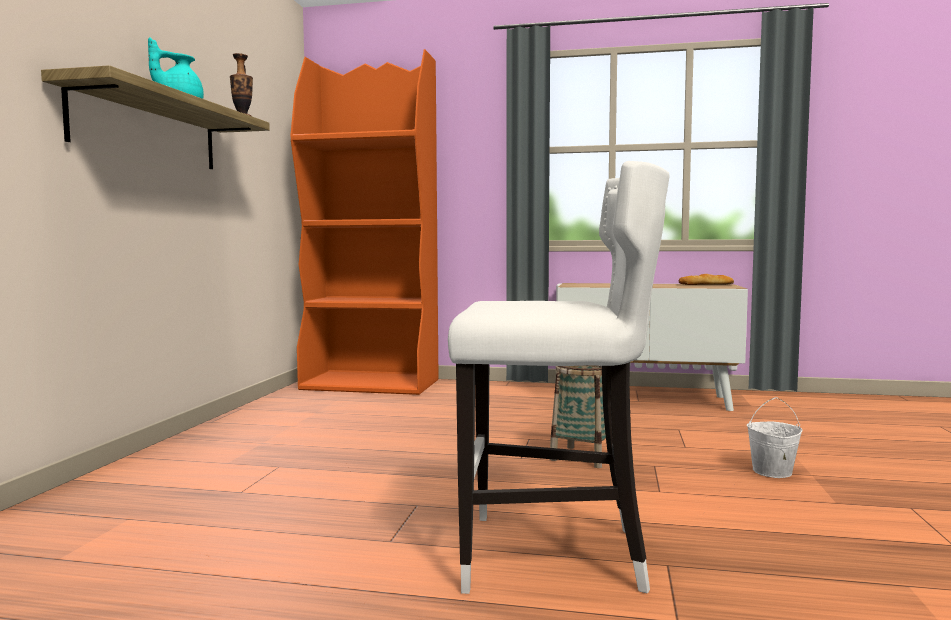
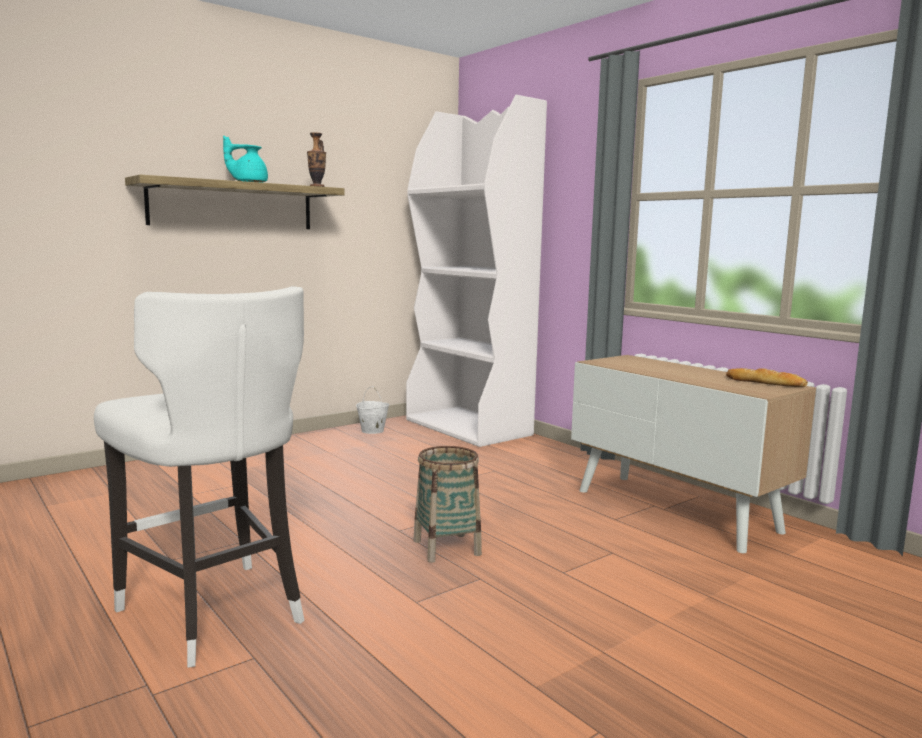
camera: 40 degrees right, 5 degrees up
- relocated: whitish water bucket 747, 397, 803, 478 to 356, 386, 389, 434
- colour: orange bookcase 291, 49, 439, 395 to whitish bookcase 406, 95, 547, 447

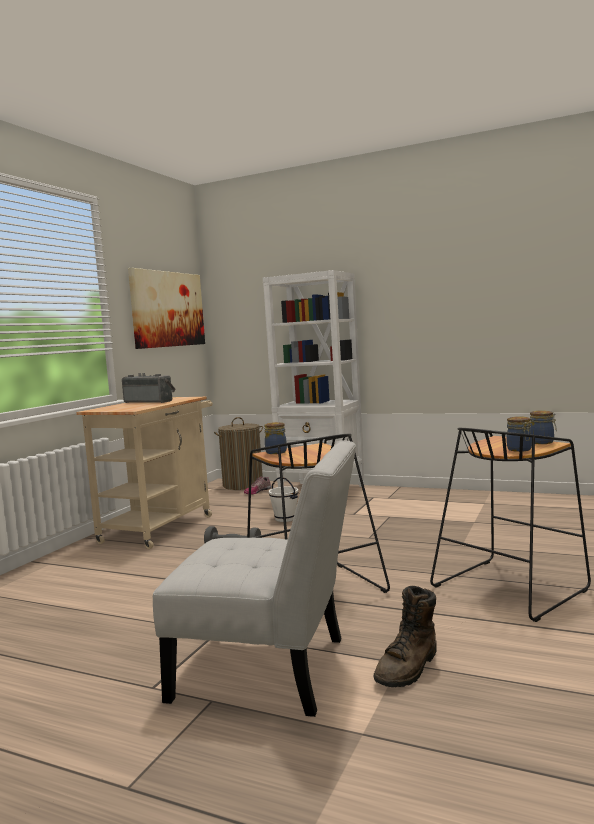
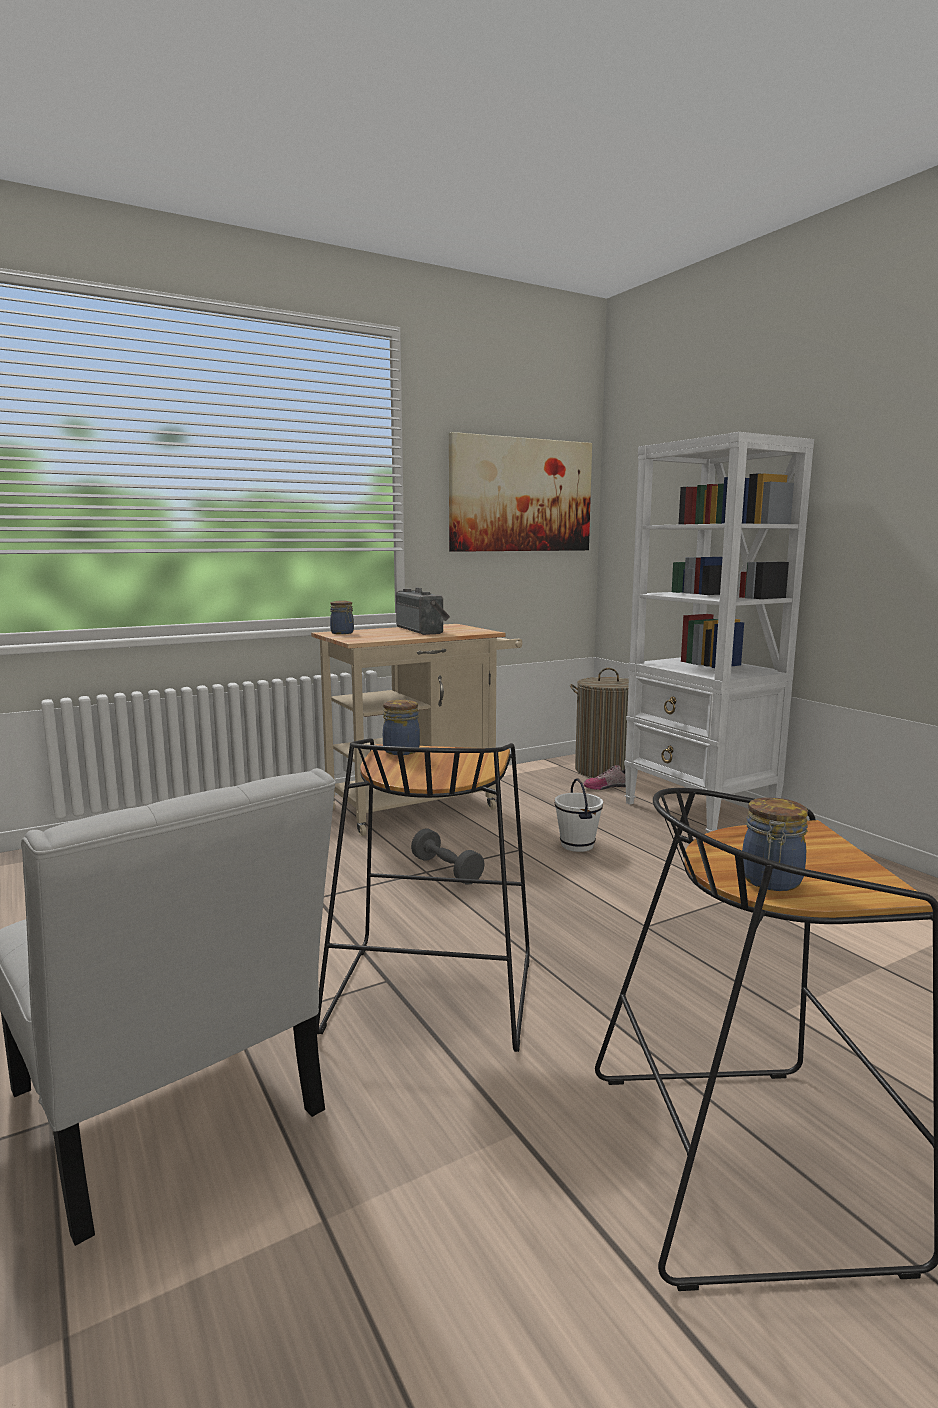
camera: 35 degrees right, 5 degrees up
- missing: brown-coloured boot 374, 586, 437, 687
- relocated: storage jar 530, 410, 557, 444 to 330, 601, 354, 634

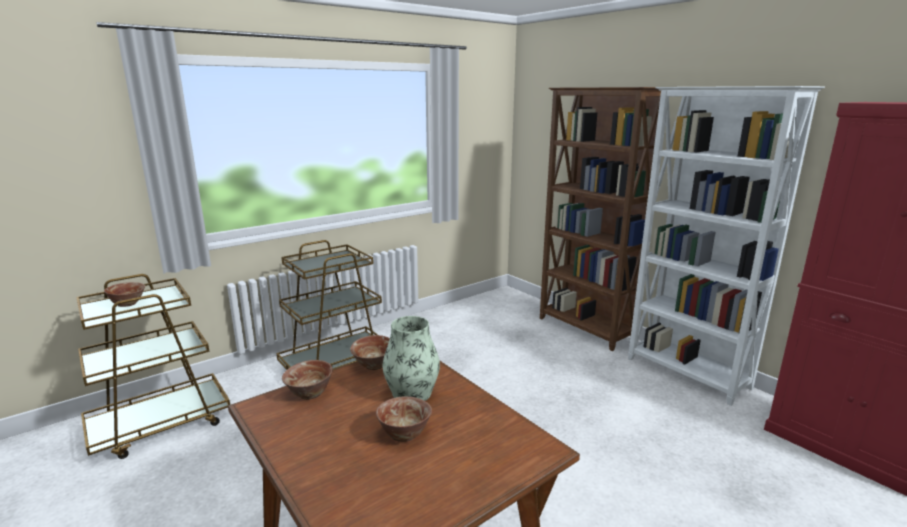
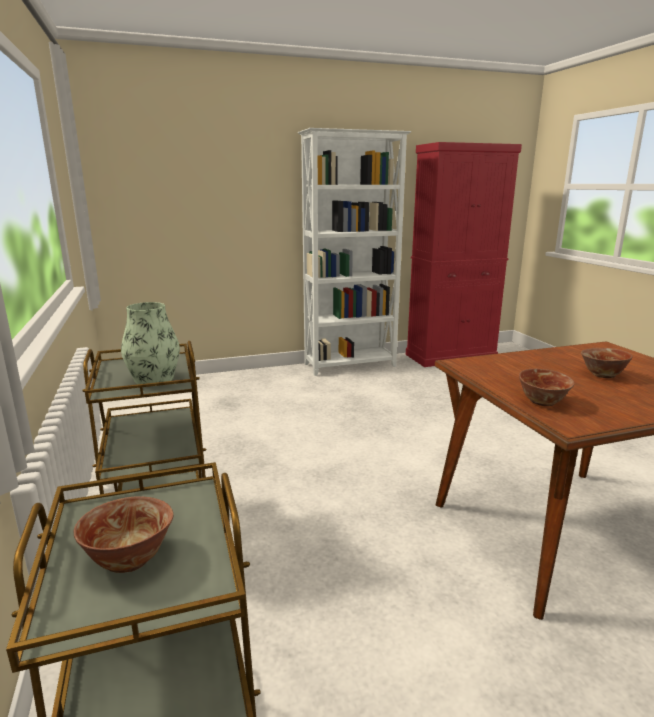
camera: 70 degrees left, 0 degrees up
- missing: deep dish 350, 335, 390, 370
- missing: brown-coloured bookcase 540, 87, 661, 351
- relocated: flower vase 382, 316, 440, 401 to 121, 302, 180, 384

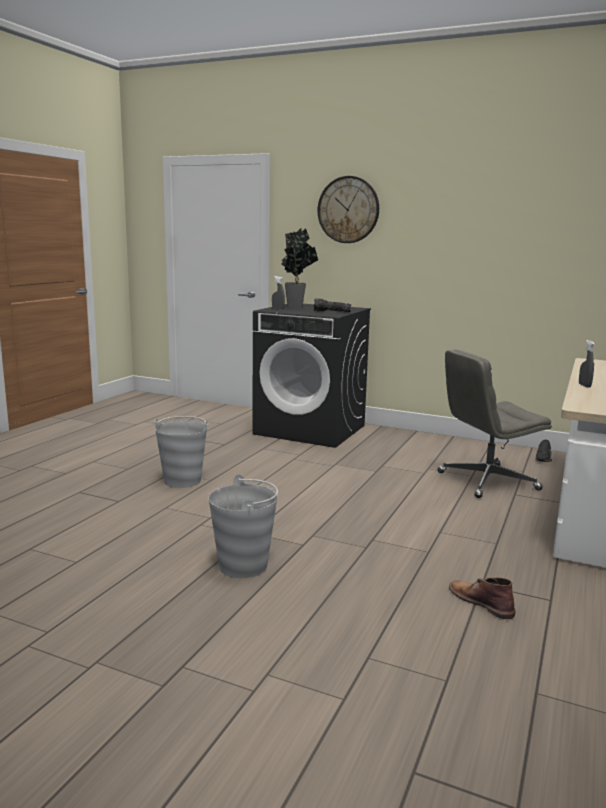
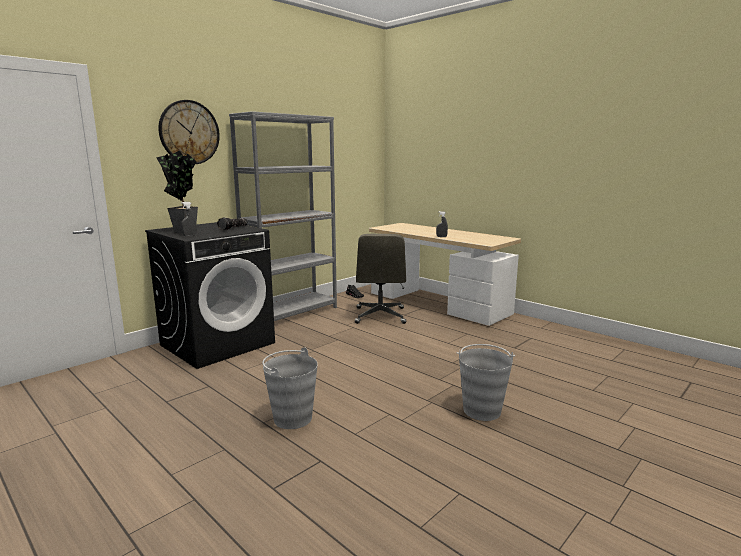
camera: 70 degrees left, 0 degrees up
- missing: brown-coloured boot 449, 577, 515, 619
- appeared: greyish bookcase 229, 111, 337, 321

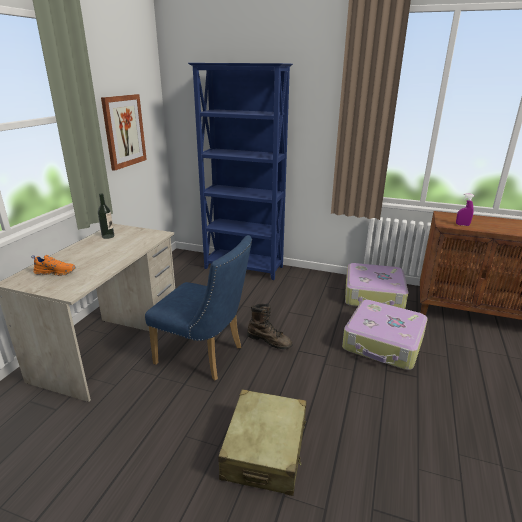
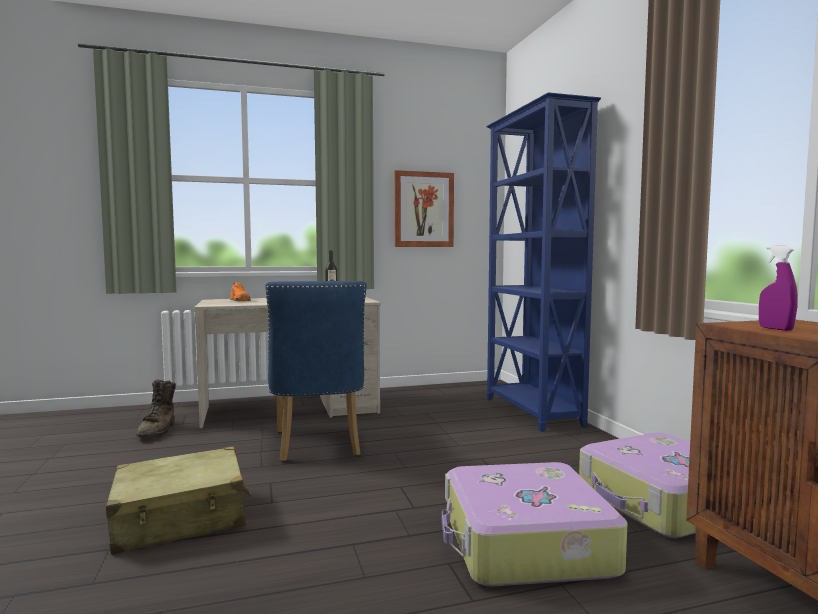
camera: 55 degrees right, 20 degrees down
- relocated: brown-coloured boot 247, 303, 292, 349 to 136, 379, 176, 437

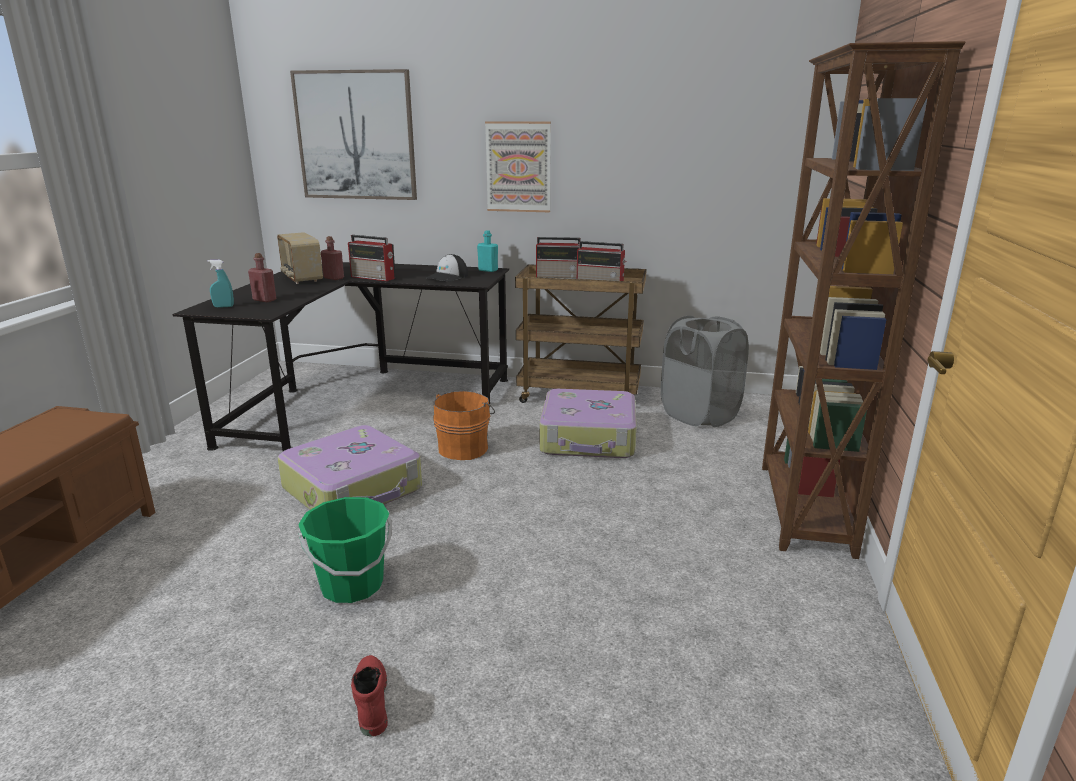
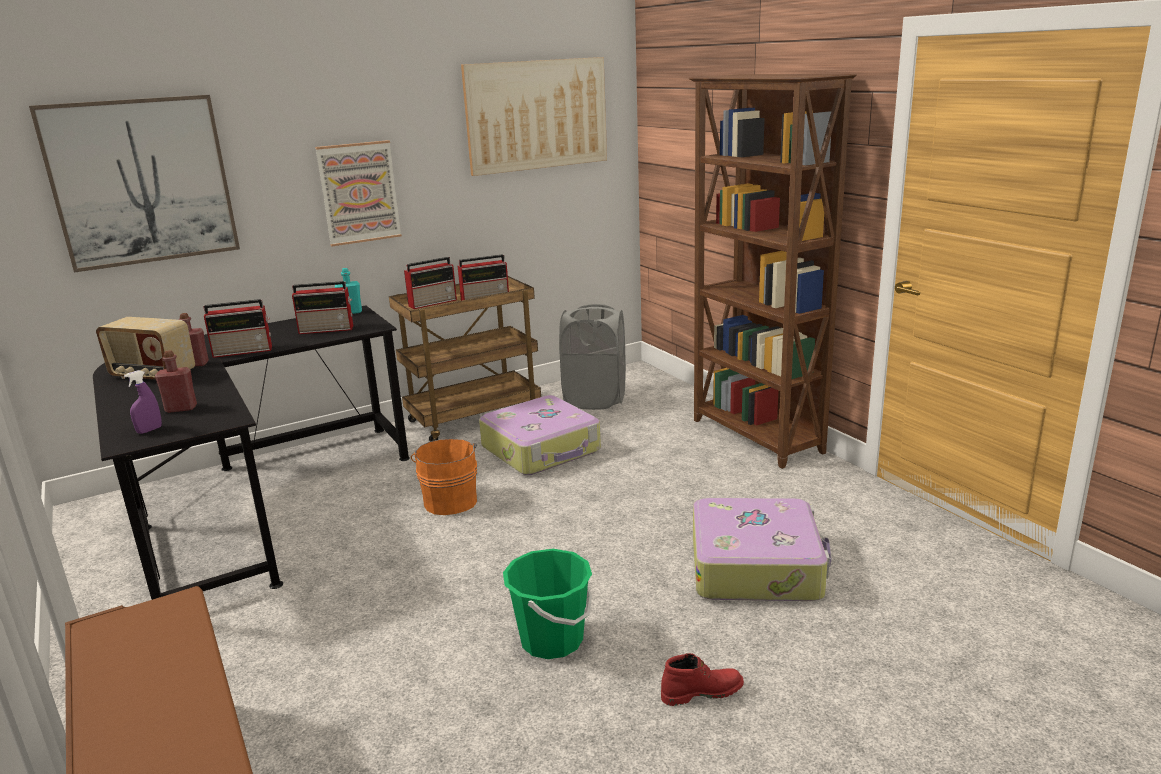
camera: 40 degrees left, 0 degrees up
- appeared: picture 461, 57, 607, 176
- relocated: suitcase 277, 425, 422, 510 to 693, 498, 831, 601
- exchanged: cap 426, 254, 468, 282 to radio set 292, 281, 353, 334
- colour: turquoise-coloured sprayer 207, 260, 234, 308 to purplish sprayer 124, 370, 162, 434
- spun: reddish boot 351, 655, 388, 736 = 661, 653, 744, 706 135 degrees clockwise

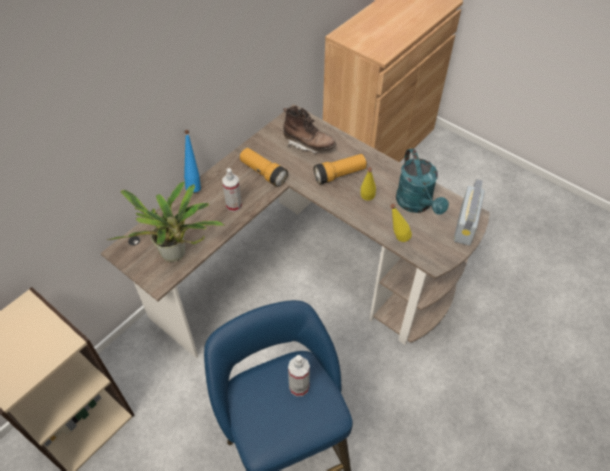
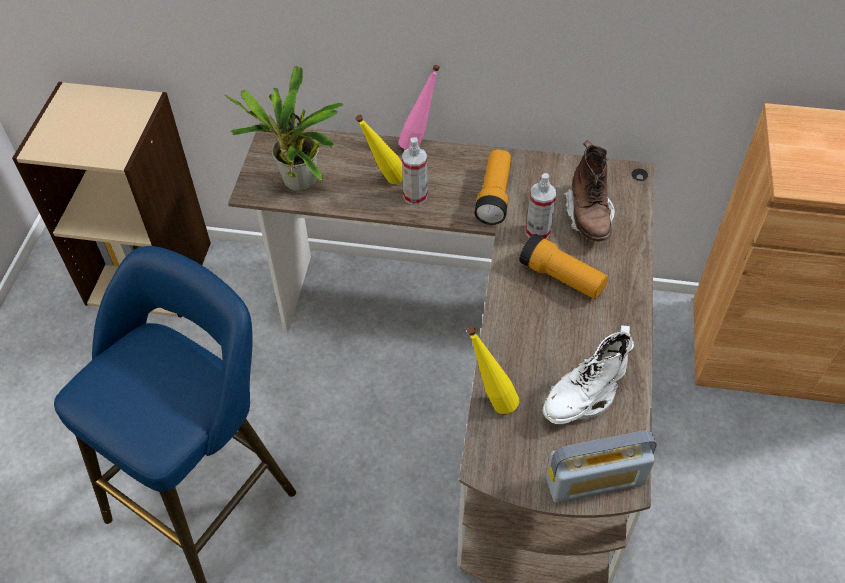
camera: 60 degrees right, 0 degrees up
- relocated: sprayer 288, 355, 310, 397 to 526, 173, 556, 239
- relocated: yellow-coloured drink bottle 361, 167, 376, 201 to 355, 115, 403, 184
- exchanged: turquoise-coloured watering can 396, 148, 449, 214 to whitish boot 543, 326, 634, 424
- colour: blue-coloured drink bottle 184, 130, 201, 193 to pink drink bottle 398, 65, 440, 150

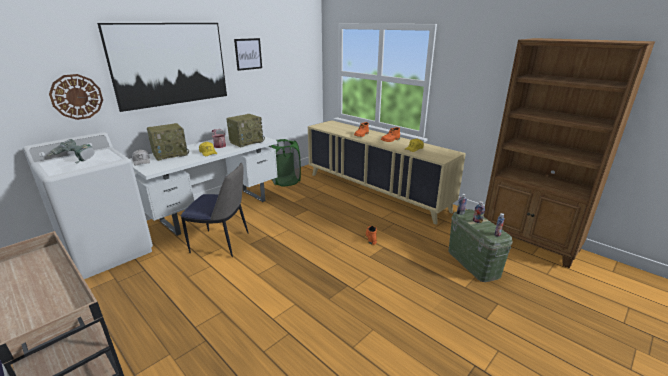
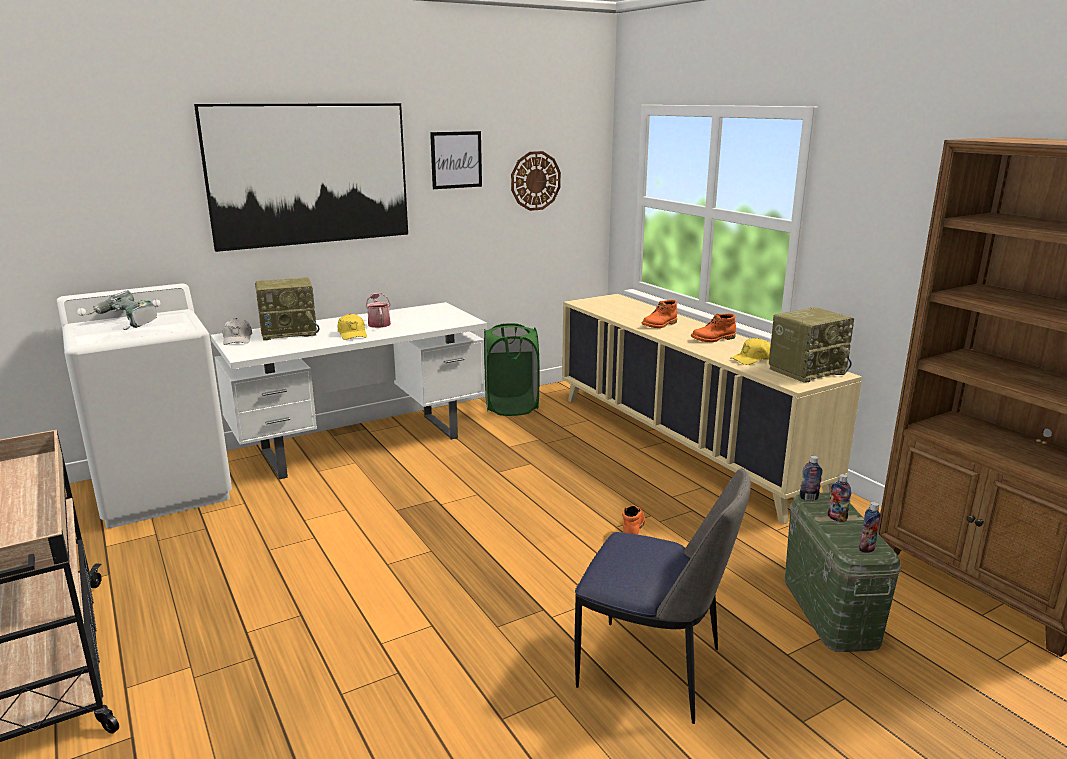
camera: 15 degrees right, 5 degrees down
- relocated: wall clock 49, 74, 103, 120 to 511, 151, 561, 211
- relocated: chair 181, 163, 249, 257 to 574, 468, 751, 724
- relocated: radio set 226, 114, 265, 147 to 769, 307, 854, 383

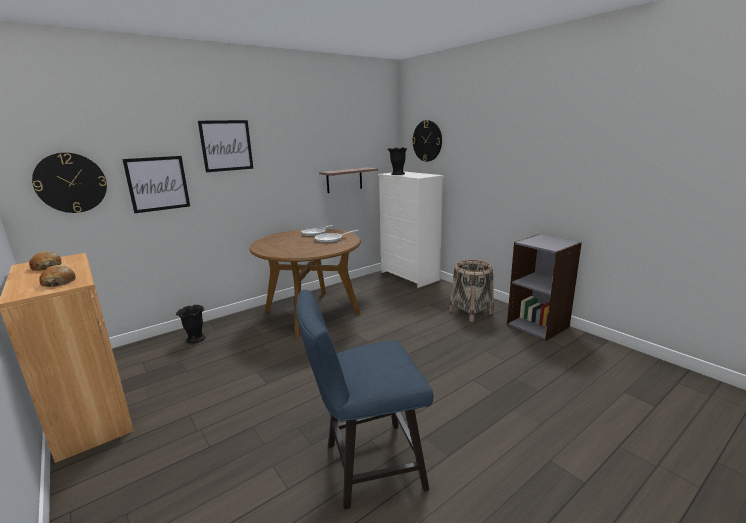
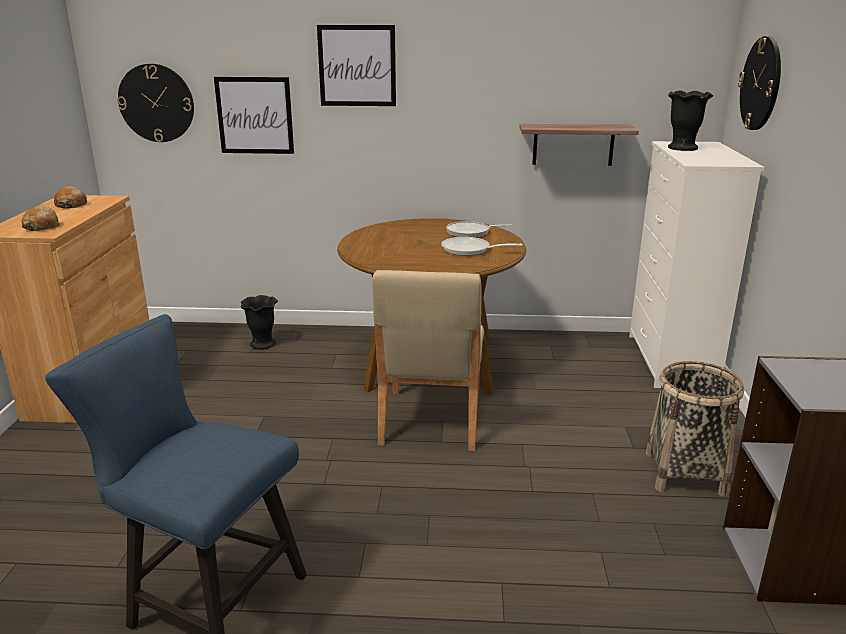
camera: 40 degrees right, 5 degrees up
- appeared: beige chair 372, 270, 484, 451

